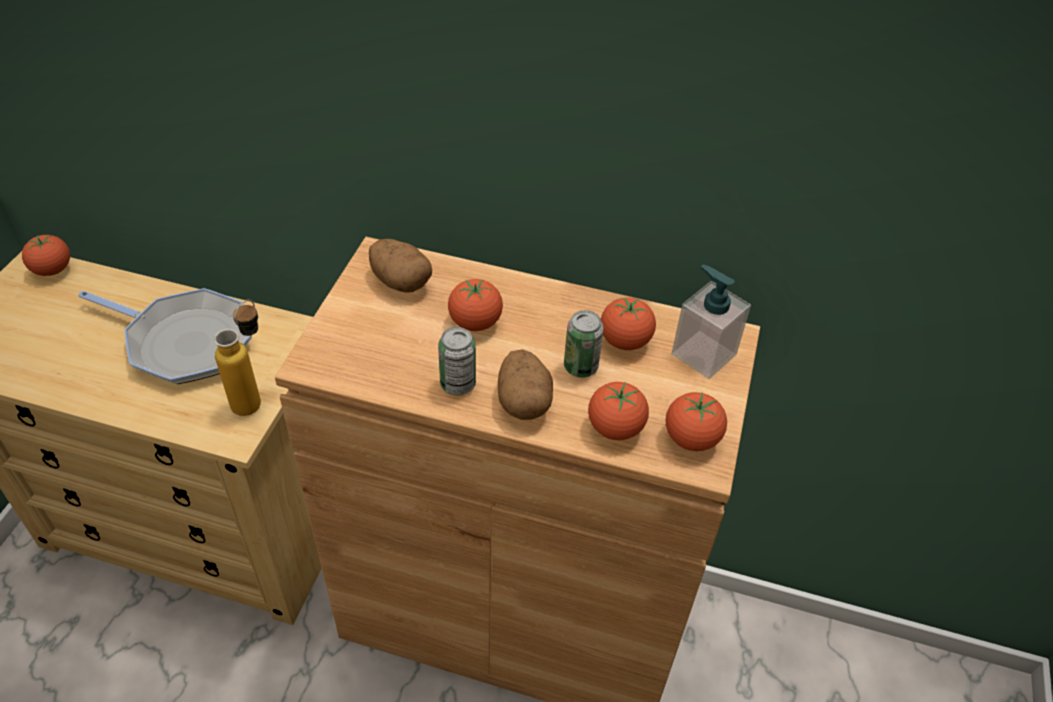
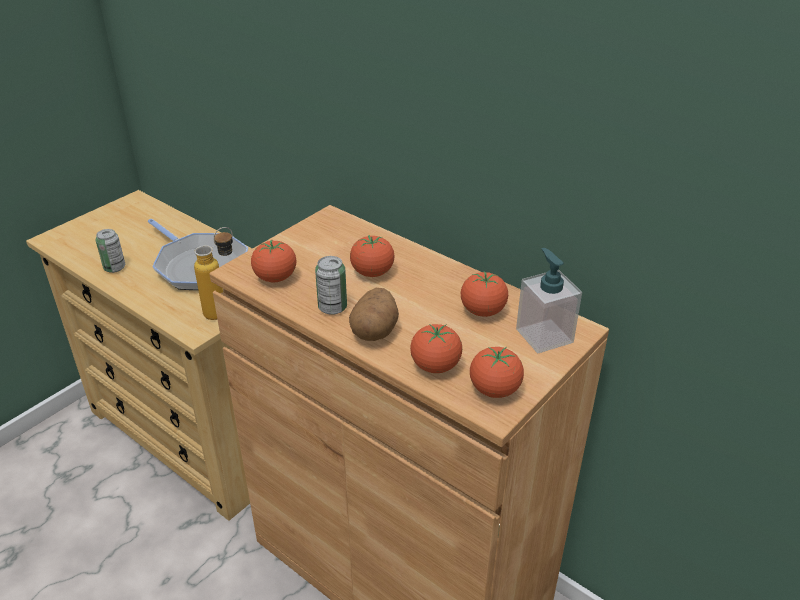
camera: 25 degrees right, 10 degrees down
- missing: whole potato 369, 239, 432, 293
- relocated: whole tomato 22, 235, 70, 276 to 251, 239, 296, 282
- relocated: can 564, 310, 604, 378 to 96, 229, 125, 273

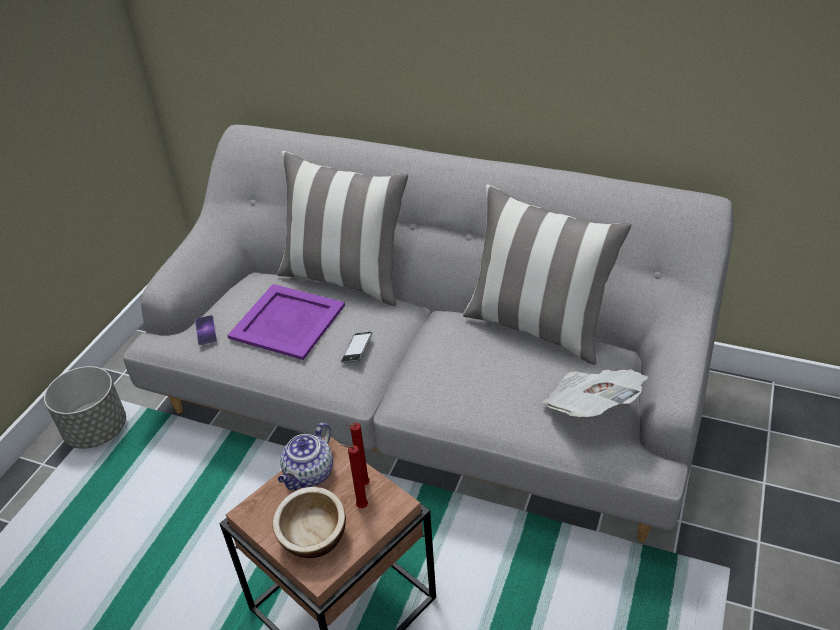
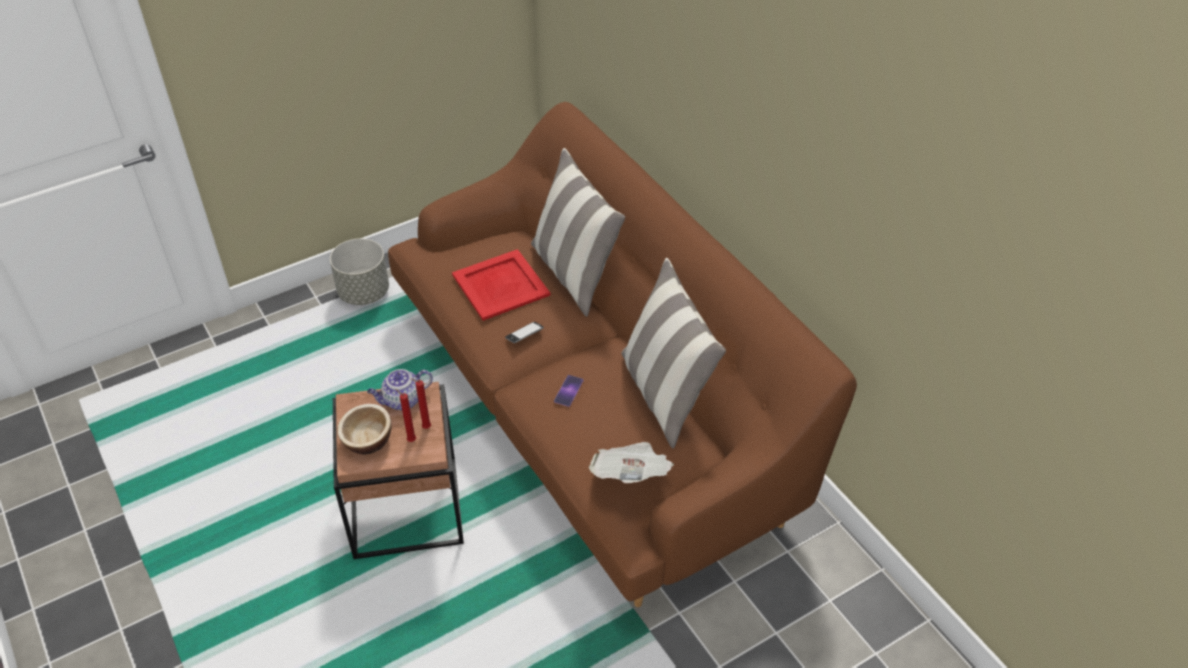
camera: 35 degrees right, 5 degrees up
- relocated: telephone 195, 315, 217, 346 to 554, 375, 583, 407
- colour: greyish settee 123, 125, 734, 542 to brown-coloured settee 388, 102, 857, 607
- colour: purplish tray 227, 284, 345, 360 to reddish tray 452, 249, 550, 321

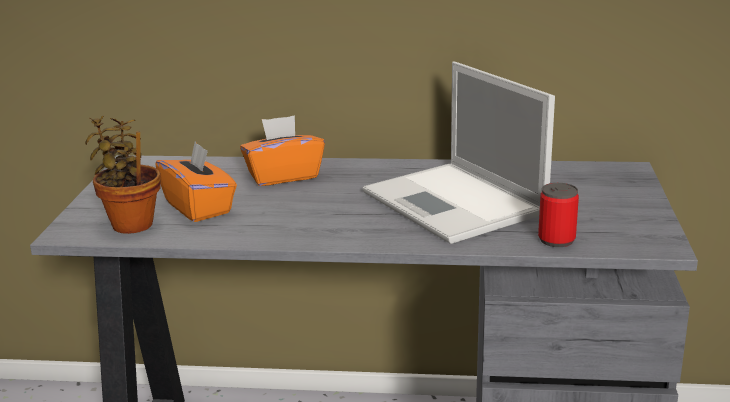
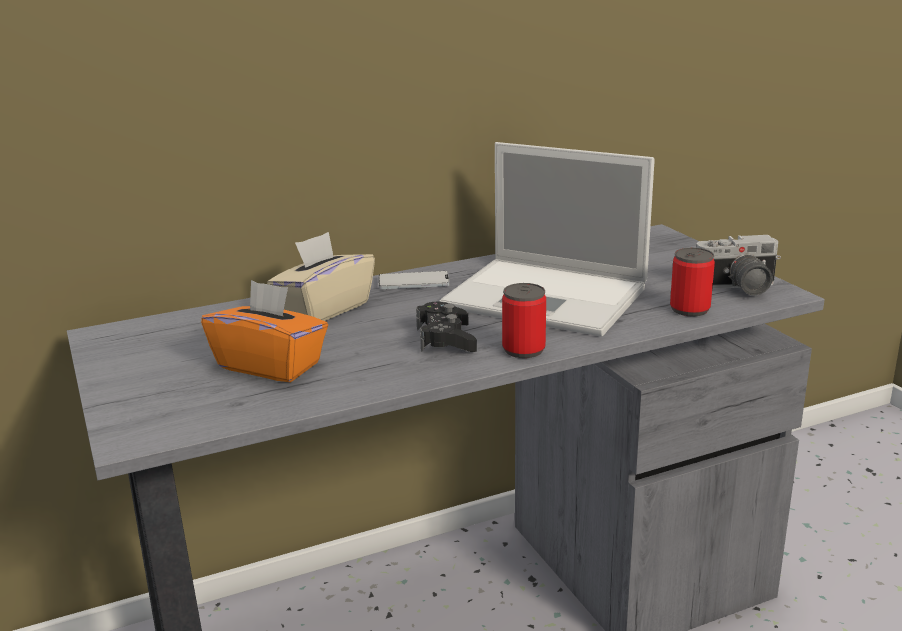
camera: 30 degrees left, 0 degrees up
- missing: houseplant 85, 115, 161, 234
- appeared: telephone 379, 271, 450, 289
- appeared: black-coloured joypad 416, 301, 477, 352
- appeared: can 502, 283, 546, 358
- appeared: still camera 696, 235, 781, 295
- colour: orange tissue box 240, 115, 325, 186 to beige tissue box 267, 232, 375, 321

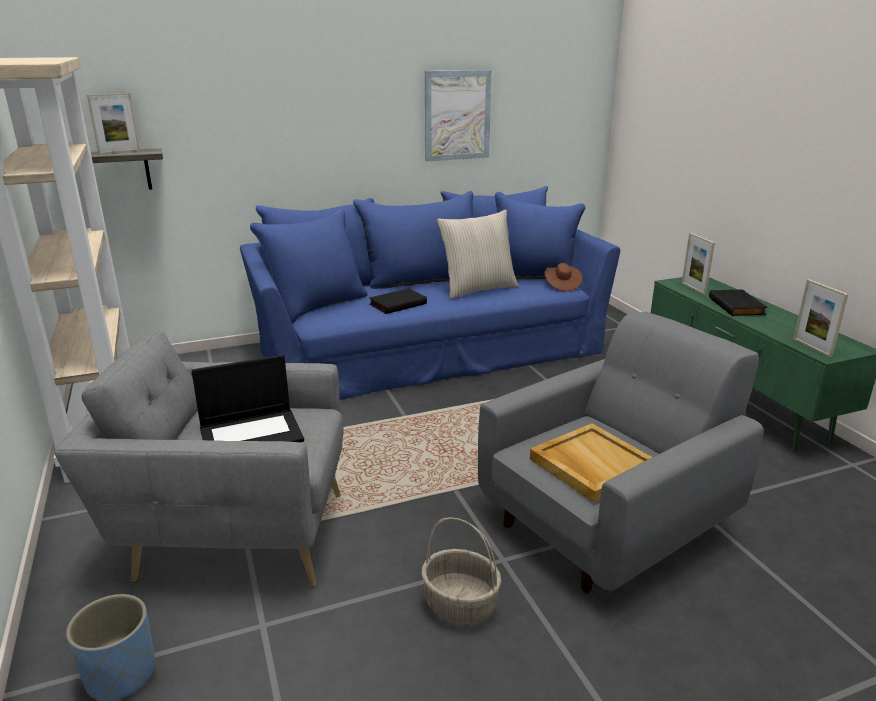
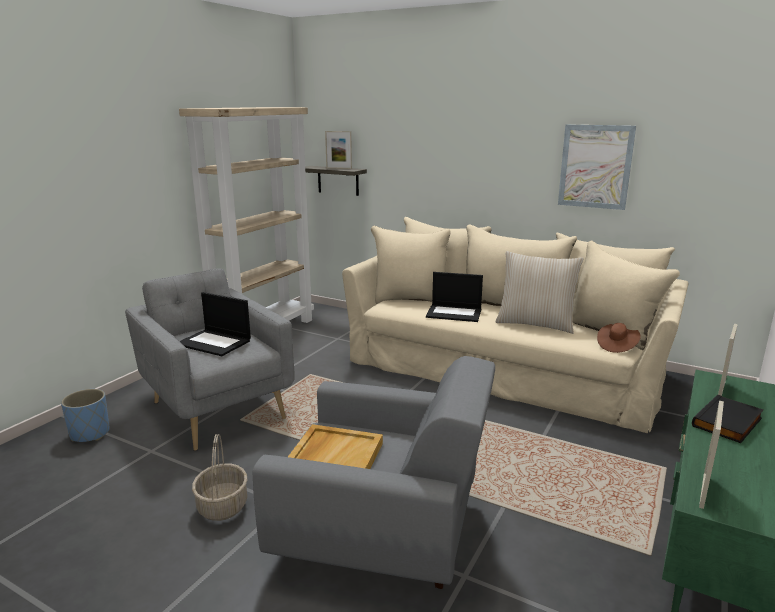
camera: 50 degrees right, 5 degrees down
- exchanged: black-coloured bound book 369, 288, 427, 314 to laptop 426, 272, 483, 322
- colour: blue-coloured settee 240, 186, 620, 400 to beige settee 342, 217, 689, 433

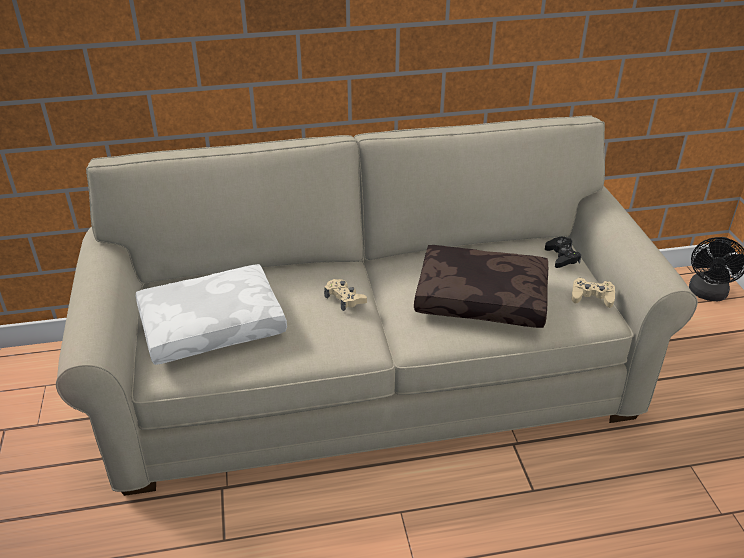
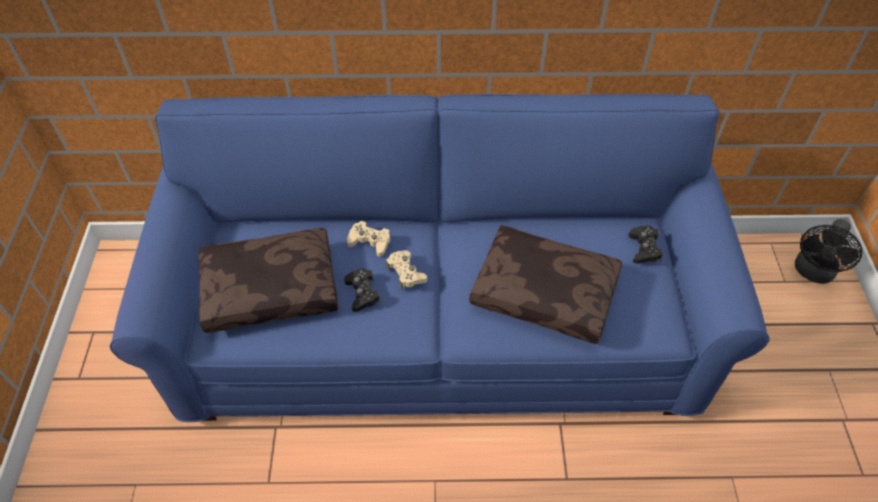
camera: 10 degrees right, 15 degrees up
- appeared: black-coloured joypad 344, 268, 380, 312
- relocated: beige joypad 572, 278, 615, 308 to 347, 221, 390, 257
- colour: beige settee 56, 115, 698, 496 to blue-coloured settee 110, 94, 770, 422
- colour: whitish throw pillow 136, 264, 287, 365 to brown-coloured throw pillow 199, 228, 338, 333

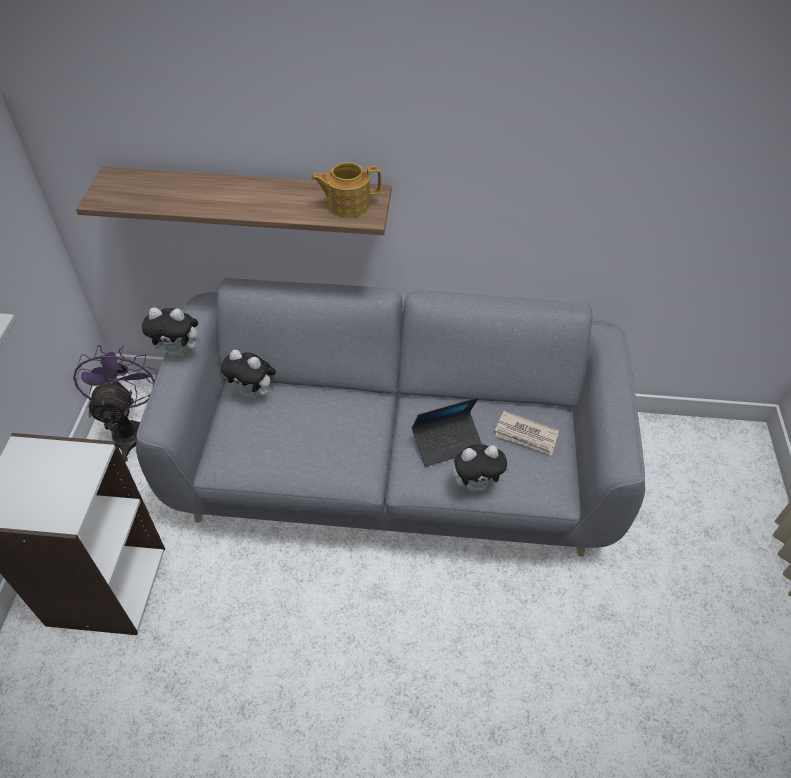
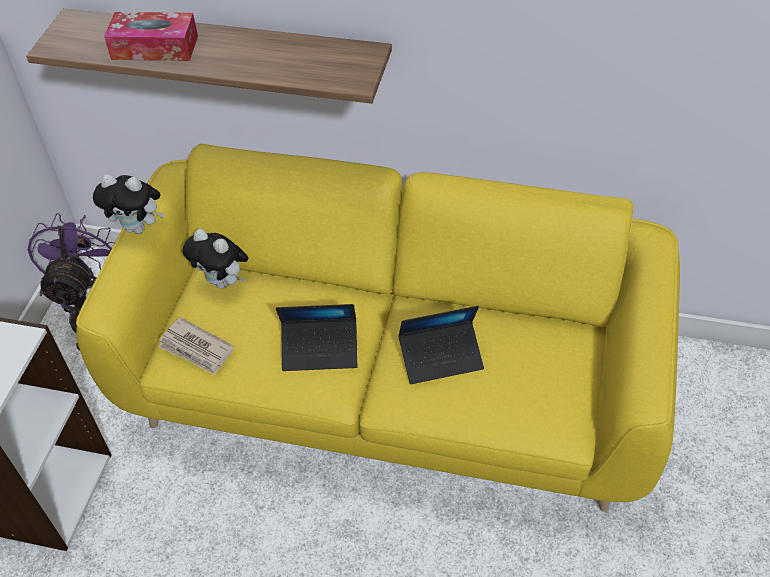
camera: 10 degrees right, 0 degrees up
- missing: pot for tea 311, 162, 381, 218
- missing: cuddly toy 452, 444, 510, 492
- appeared: tissue box 104, 12, 198, 61
- appeared: laptop 276, 304, 358, 371
- relocated: printed paper 495, 411, 559, 456 to 158, 317, 234, 375
- colour: greyish settee 136, 278, 645, 556 to yellow-coloured settee 76, 144, 680, 512

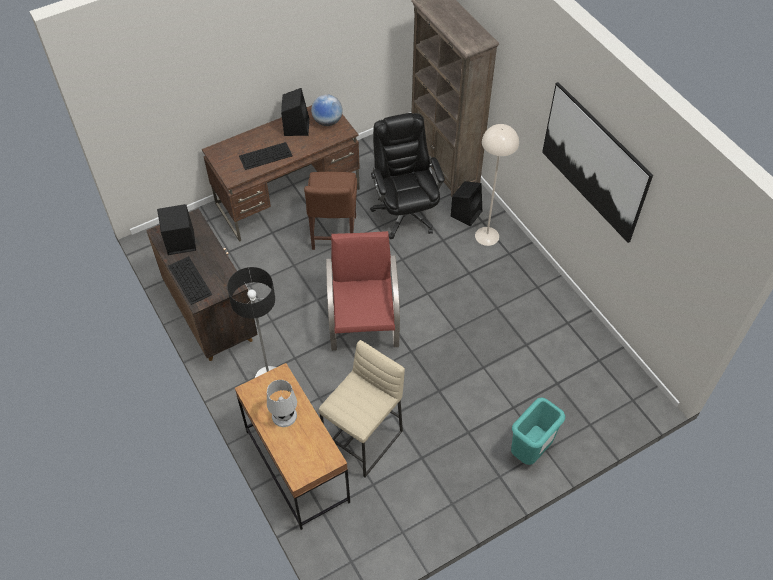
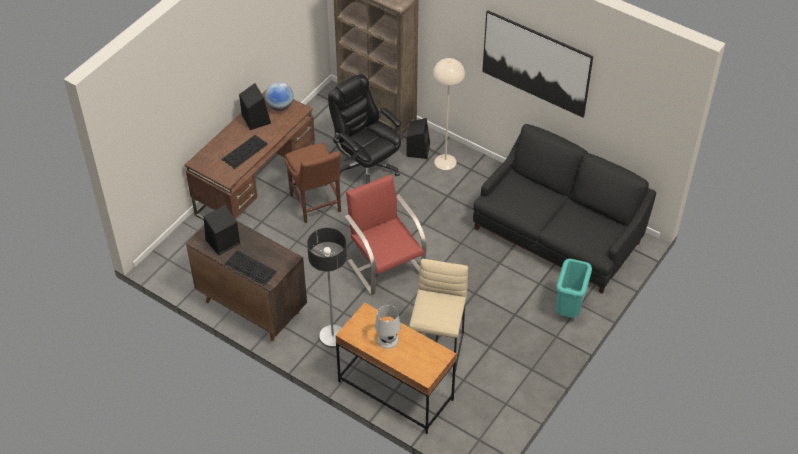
camera: 25 degrees left, 5 degrees down
- appeared: black-coloured settee 473, 124, 656, 294

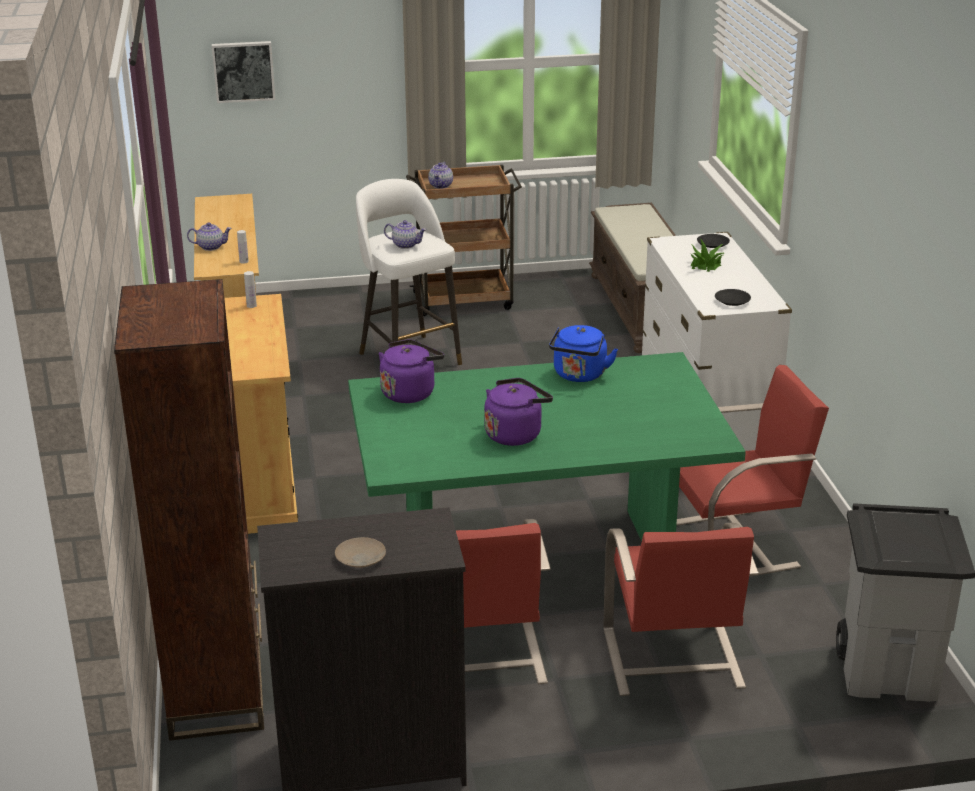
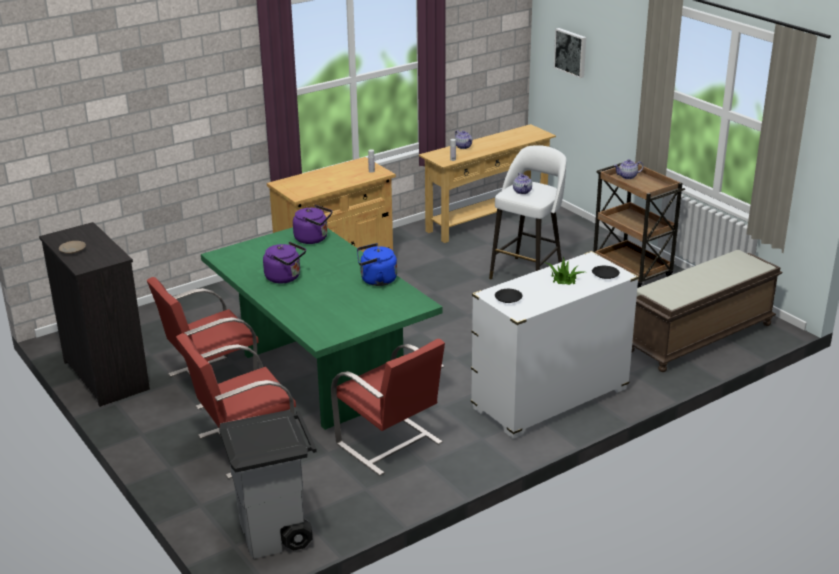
camera: 65 degrees right, 0 degrees up
- missing: brown-coloured bookcase 114, 279, 264, 741

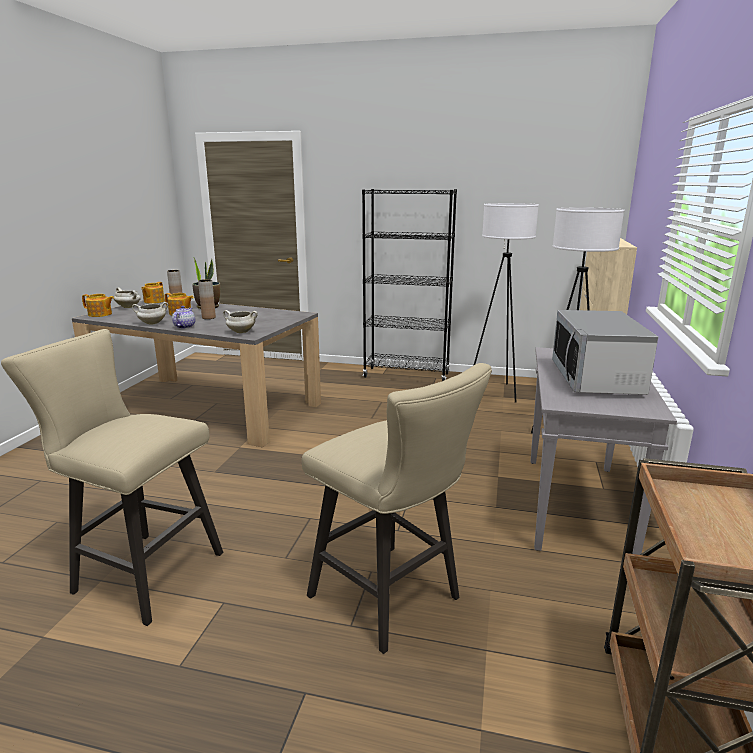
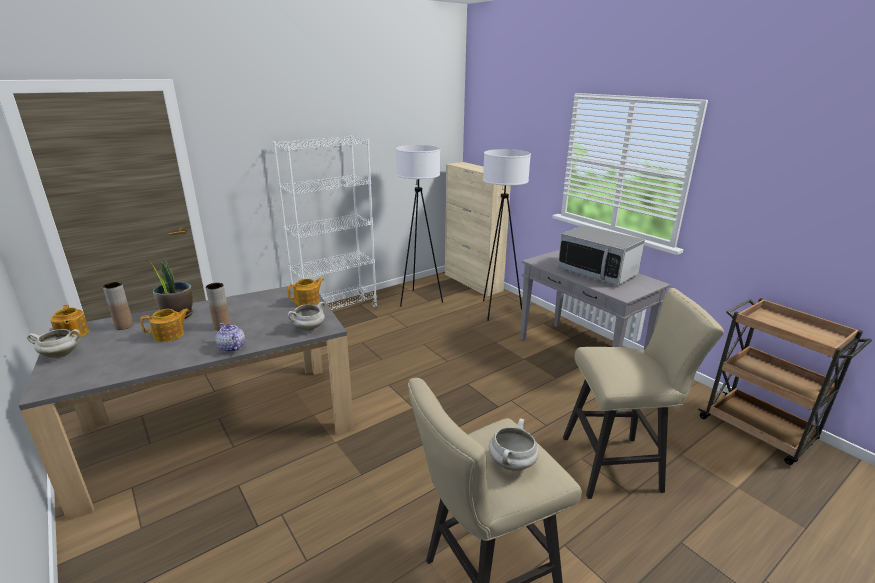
camera: 50 degrees left, 5 degrees up
- relocated: pot for tea 82, 294, 114, 317 to 288, 278, 324, 306
- relocated: whitish stockpot 132, 302, 168, 324 to 489, 418, 539, 471
- colour: black-coloured bookcase 362, 189, 457, 381 to whitish bookcase 272, 135, 377, 310

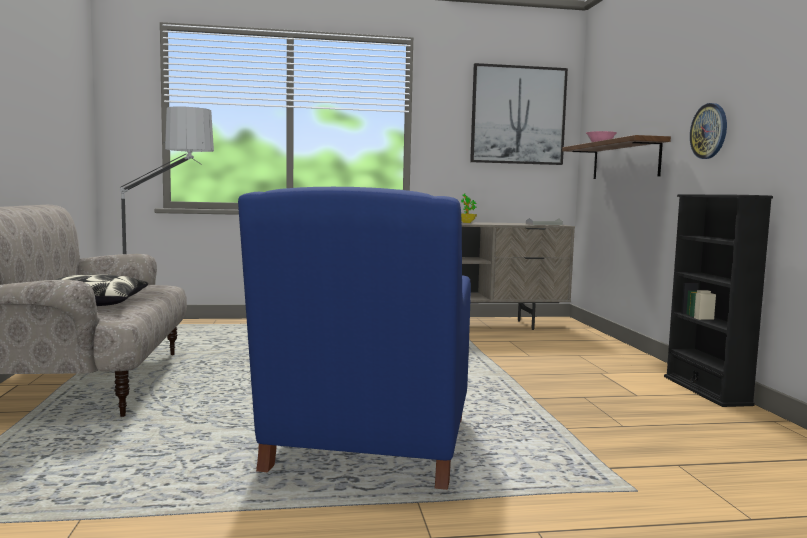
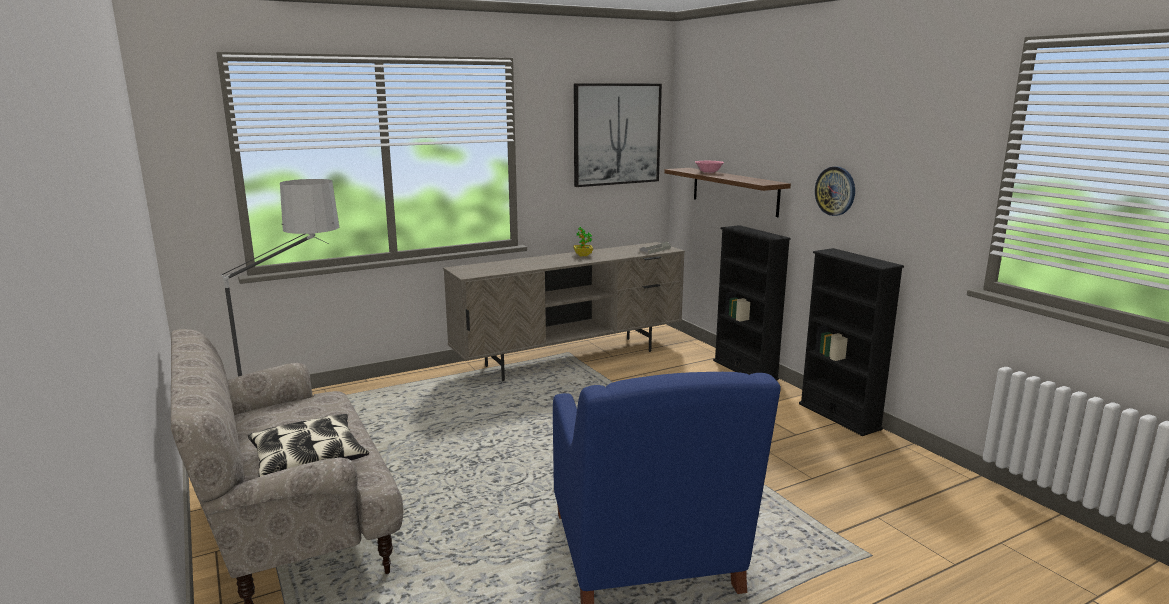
camera: 20 degrees left, 10 degrees up
- appeared: black-coloured bookcase 713, 225, 791, 380

